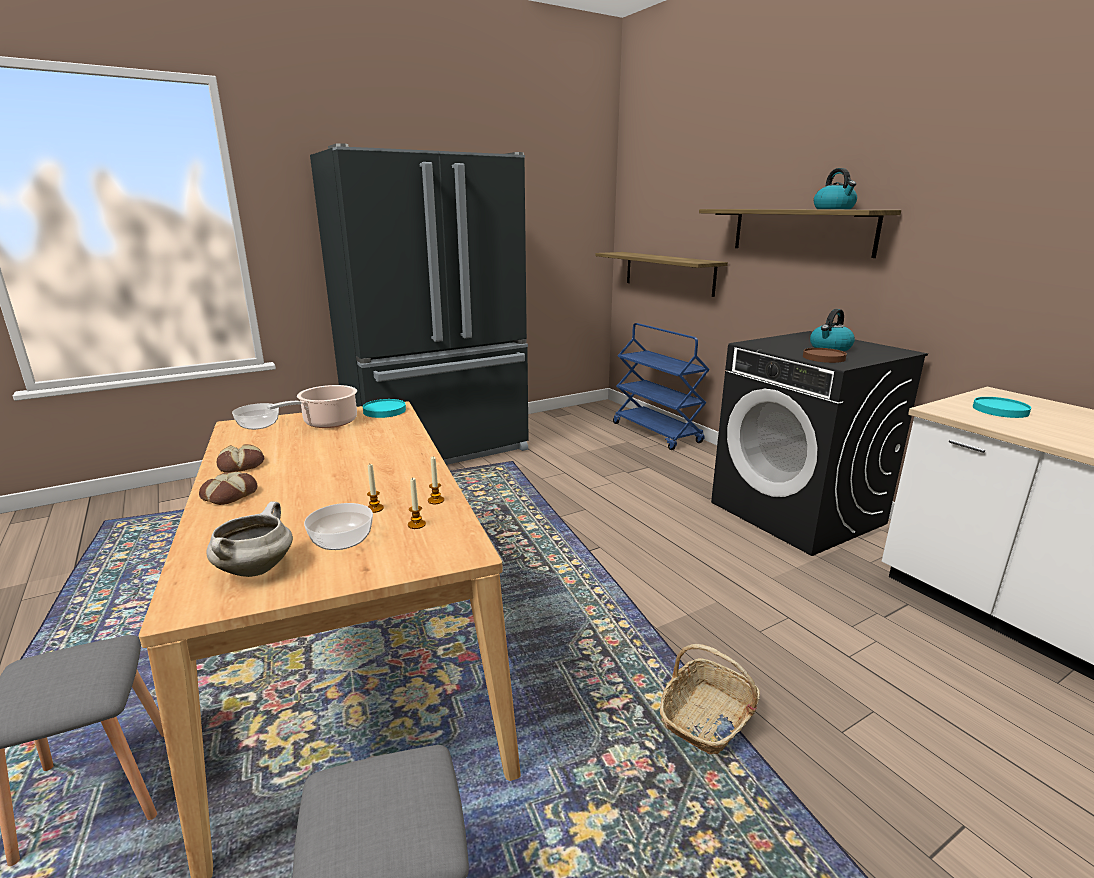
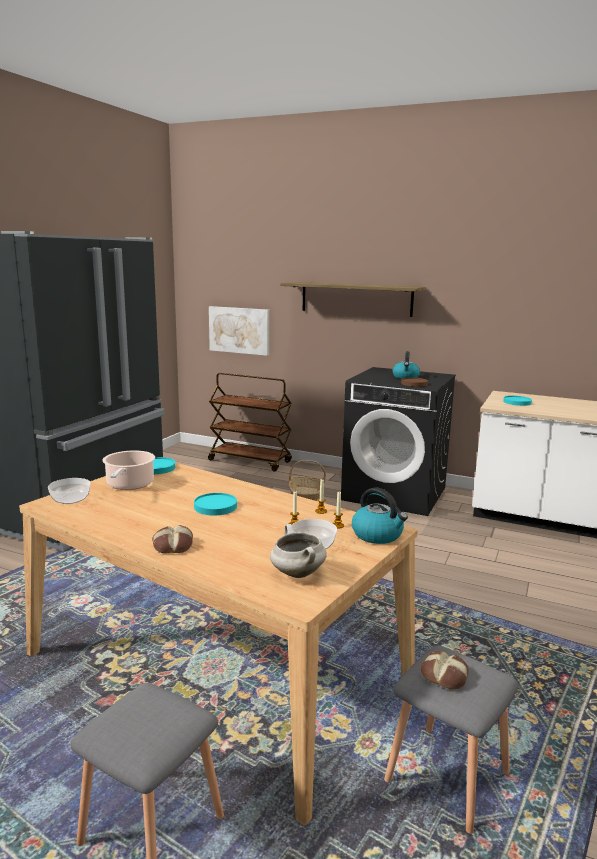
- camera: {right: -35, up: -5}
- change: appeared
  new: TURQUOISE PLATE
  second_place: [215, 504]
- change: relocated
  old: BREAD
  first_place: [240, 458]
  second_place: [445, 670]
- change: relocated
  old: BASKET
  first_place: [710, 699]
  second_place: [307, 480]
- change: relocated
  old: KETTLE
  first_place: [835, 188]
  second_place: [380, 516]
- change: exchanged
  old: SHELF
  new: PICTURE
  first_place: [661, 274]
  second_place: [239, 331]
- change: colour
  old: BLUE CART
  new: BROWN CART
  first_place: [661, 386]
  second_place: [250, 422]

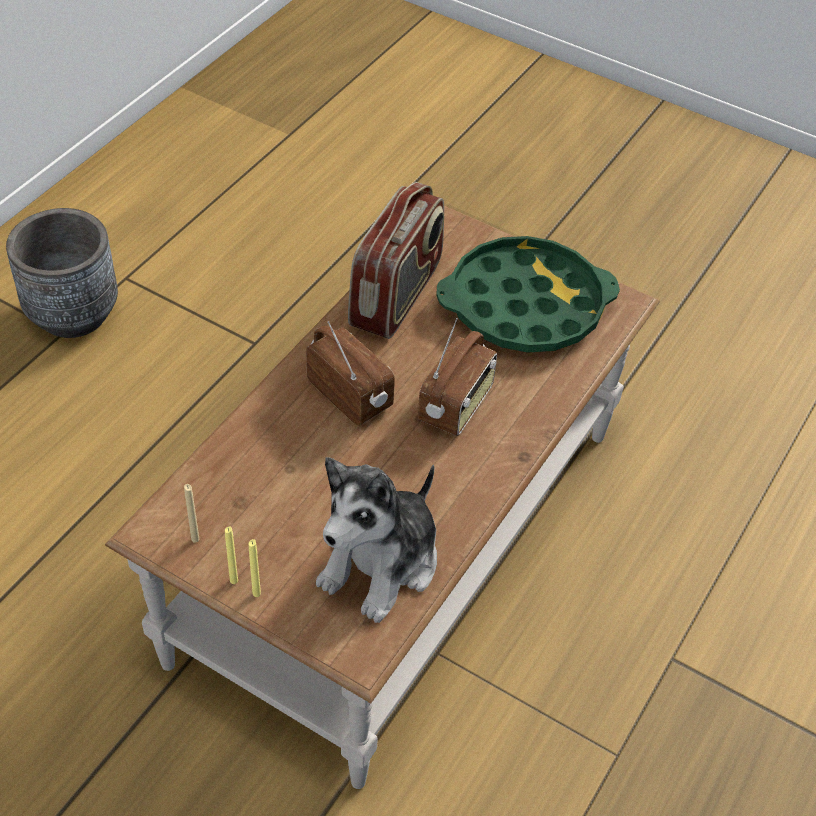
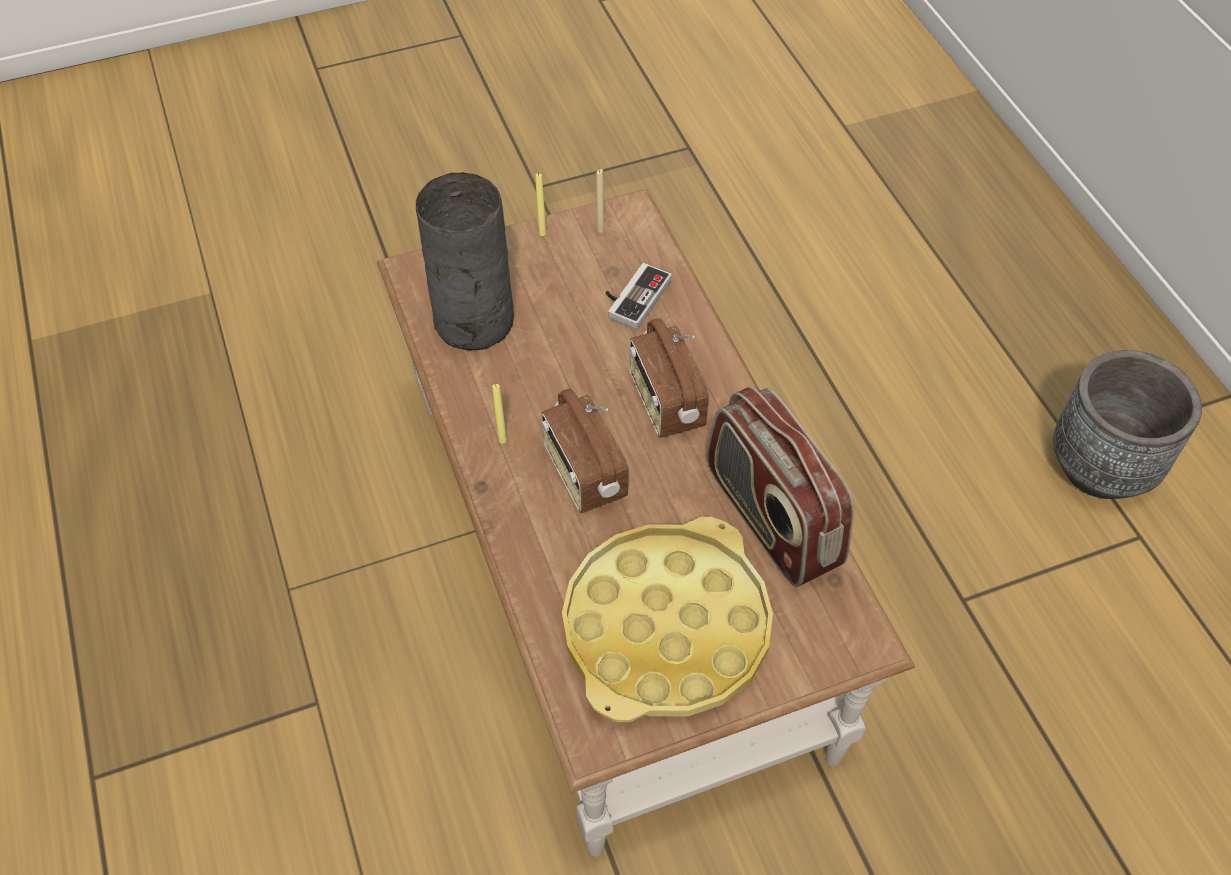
- camera: {right: 130, up: 5}
- change: appeared
  new: GAME CONTROLLER
  second_place: [639, 296]
- change: relocated
  old: YELLOW CANDLE
  first_place: [255, 568]
  second_place: [499, 414]
- change: exchanged
  old: PLUSH TOY
  new: GREY VASE
  first_place: [376, 540]
  second_place: [464, 261]
- change: colour
  old: GREEN TRAY
  new: YELLOW TRAY
  first_place: [528, 294]
  second_place: [667, 619]
- change: spun
  old: RADIO
  first_place: [350, 373]
  second_place: [669, 378]
  degrees: 75

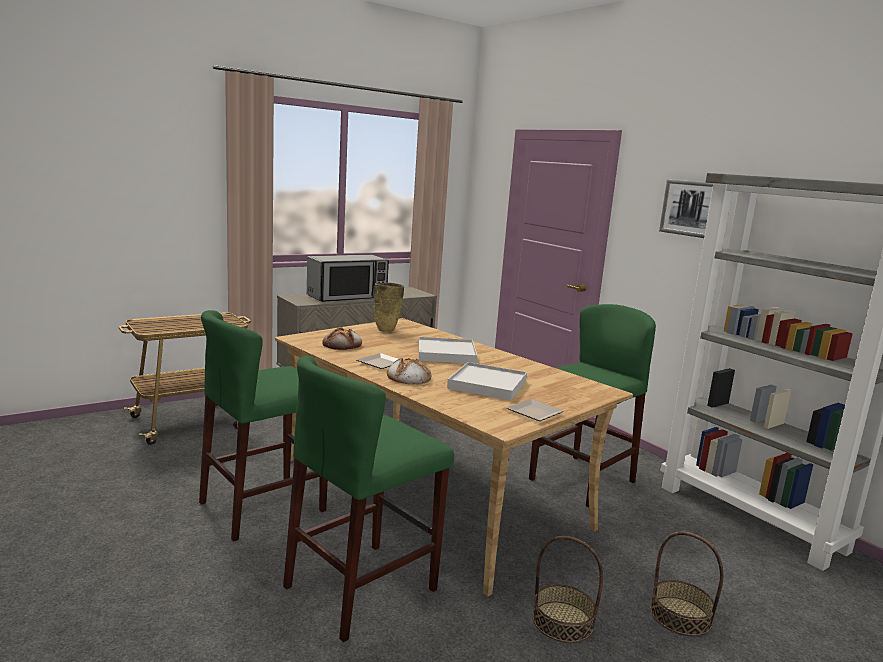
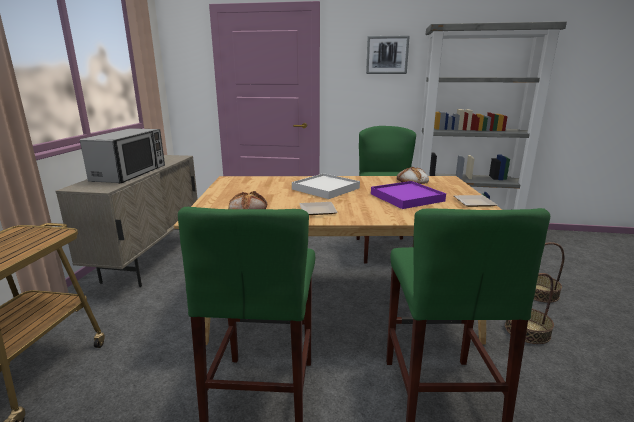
- camera: {right: -45, up: 5}
- change: missing
  old: BEIGE VASE
  first_place: [389, 307]
- change: relocated
  old: BREAD
  first_place: [409, 371]
  second_place: [413, 175]
- change: colour
  old: WHITE TRAY
  new: PURPLE TRAY
  first_place: [487, 381]
  second_place: [408, 195]

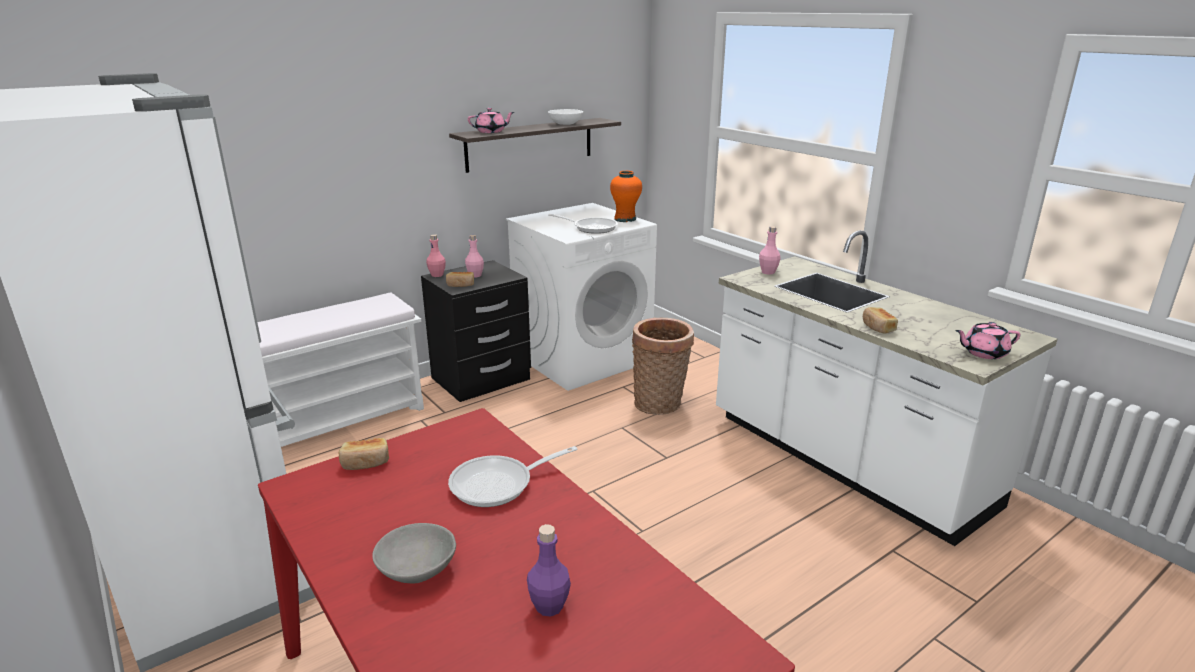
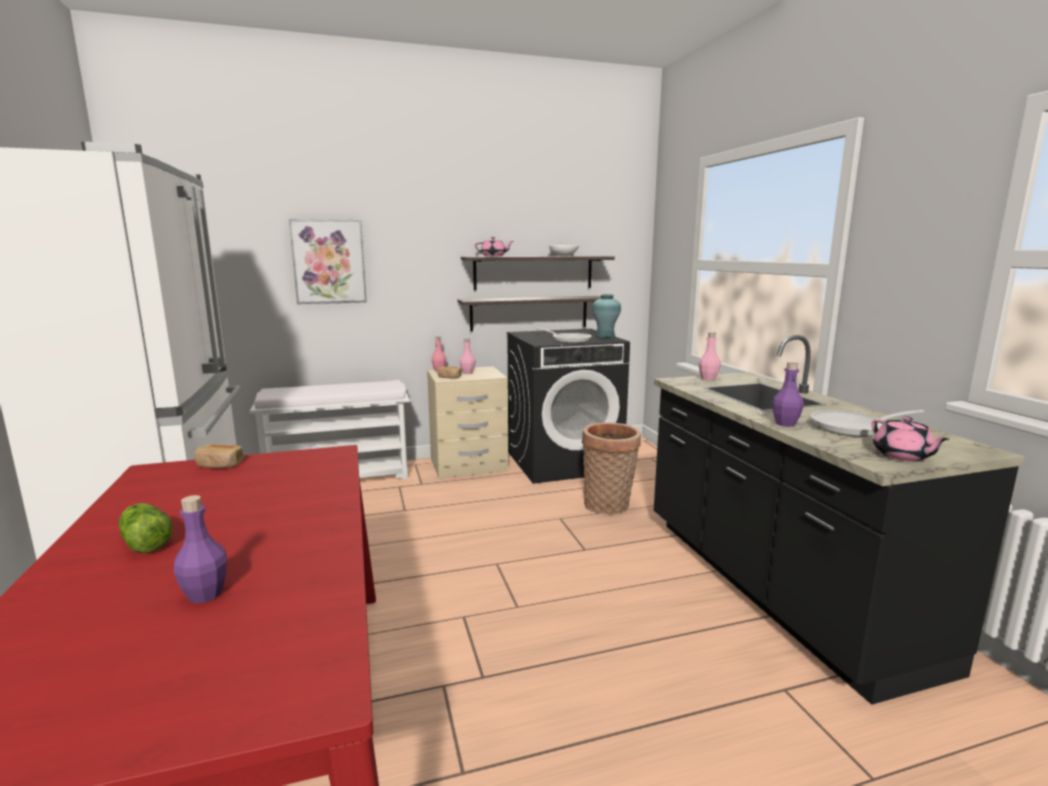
- camera: {right: 20, up: -10}
- change: appeared
  new: PICTURE
  second_place: [328, 261]
- change: appeared
  new: SHELF
  second_place: [529, 313]
- change: relocated
  old: FRYING PAN
  first_place: [513, 476]
  second_place: [867, 423]
- change: exchanged
  old: GREY BOWL
  new: LETTUCE
  first_place: [414, 553]
  second_place: [146, 528]
- change: exchanged
  old: BREAD
  new: PURPLE BOTTLE
  first_place: [880, 320]
  second_place: [788, 394]
- change: colour
  old: BLACK NIGHTSTAND
  new: BEIGE NIGHTSTAND
  first_place: [476, 331]
  second_place: [467, 422]
- change: colour
  old: WHITE WASHING MACHINE
  new: BLACK WASHING MACHINE
  first_place: [581, 297]
  second_place: [568, 406]
- change: colour
  old: ORANGE VASE
  new: TURQUOISE VASE
  first_place: [626, 196]
  second_place: [606, 316]
- change: colour
  old: WHITE COUNTER
  new: BLACK COUNTER
  first_place: [886, 388]
  second_place: [839, 520]
- change: spun
  old: PINK TEAPOT
  first_place: [988, 340]
  second_place: [911, 439]
  degrees: -120

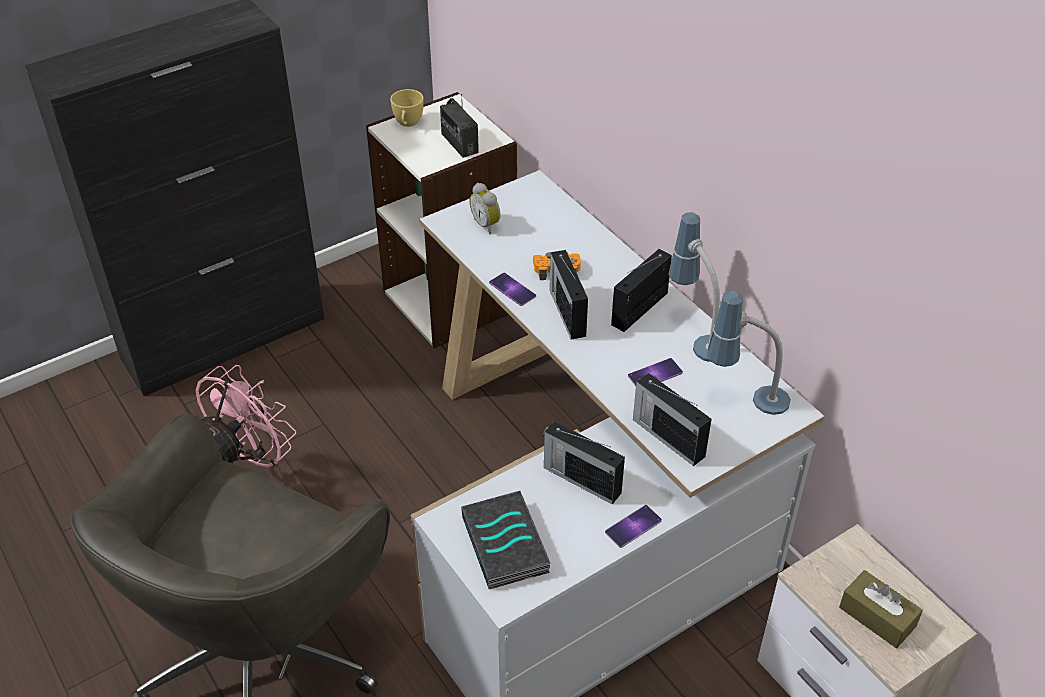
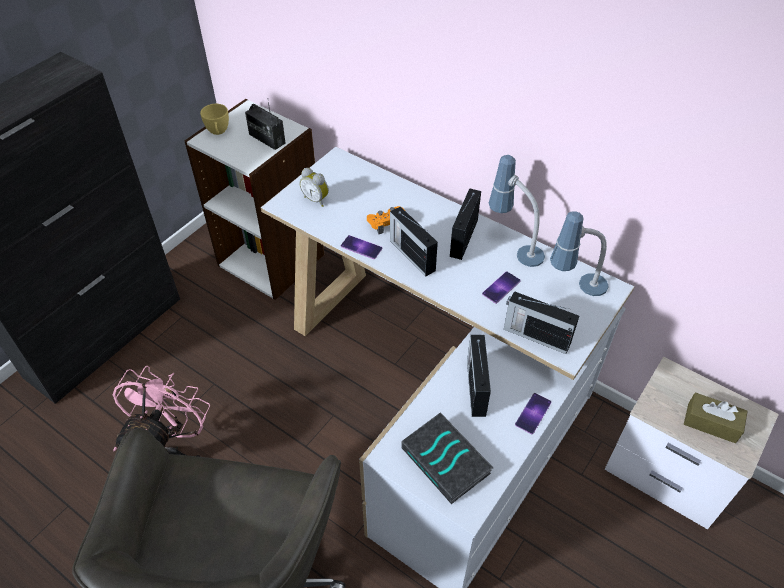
- camera: {right: -20, up: 5}
- change: spun
  old: RADIO
  first_place: [584, 463]
  second_place: [479, 376]
  degrees: 75

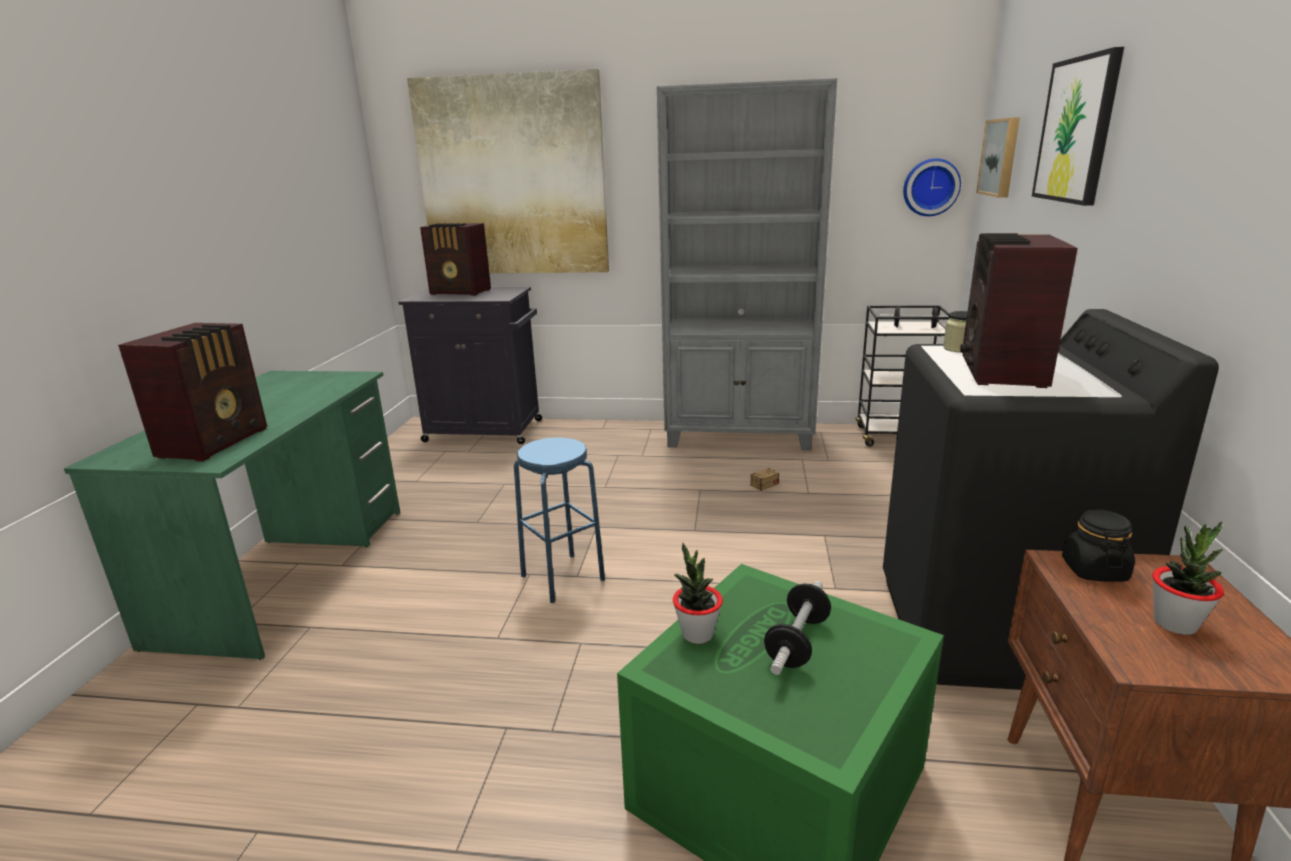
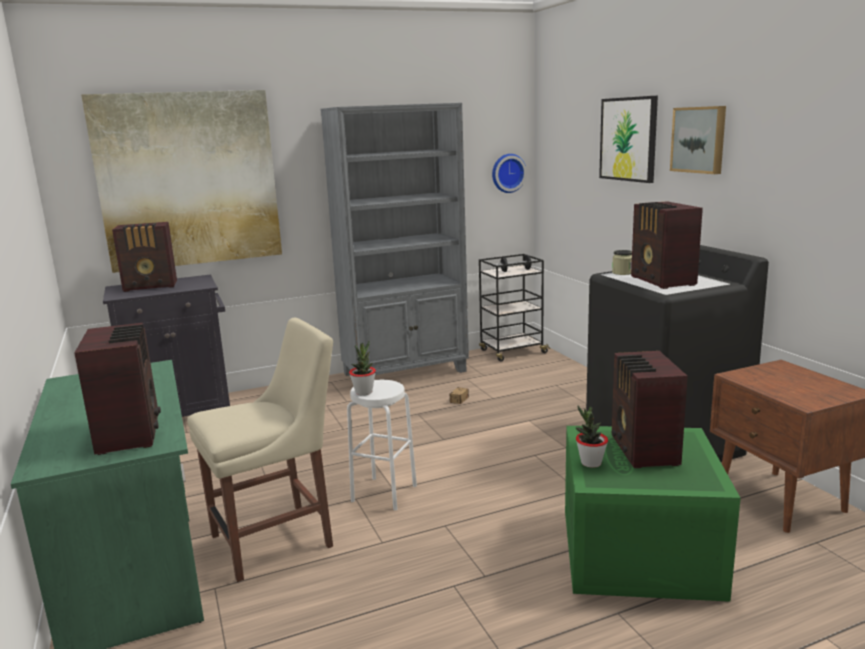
- camera: {right: -30, up: -5}
- change: missing
  old: BLACK JAR
  first_place: [1098, 546]
- change: appeared
  new: BEIGE CHAIR
  second_place: [260, 450]
- change: relocated
  old: PICTURE
  first_place: [998, 157]
  second_place: [698, 140]
- change: relocated
  old: POTTED PLANT
  first_place: [1188, 578]
  second_place: [362, 368]
- change: exchanged
  old: DUMBBELL
  new: RADIO
  first_place: [797, 628]
  second_place: [650, 409]
- change: colour
  old: BLUE STOOL
  new: WHITE STOOL
  first_place: [559, 520]
  second_place: [382, 445]

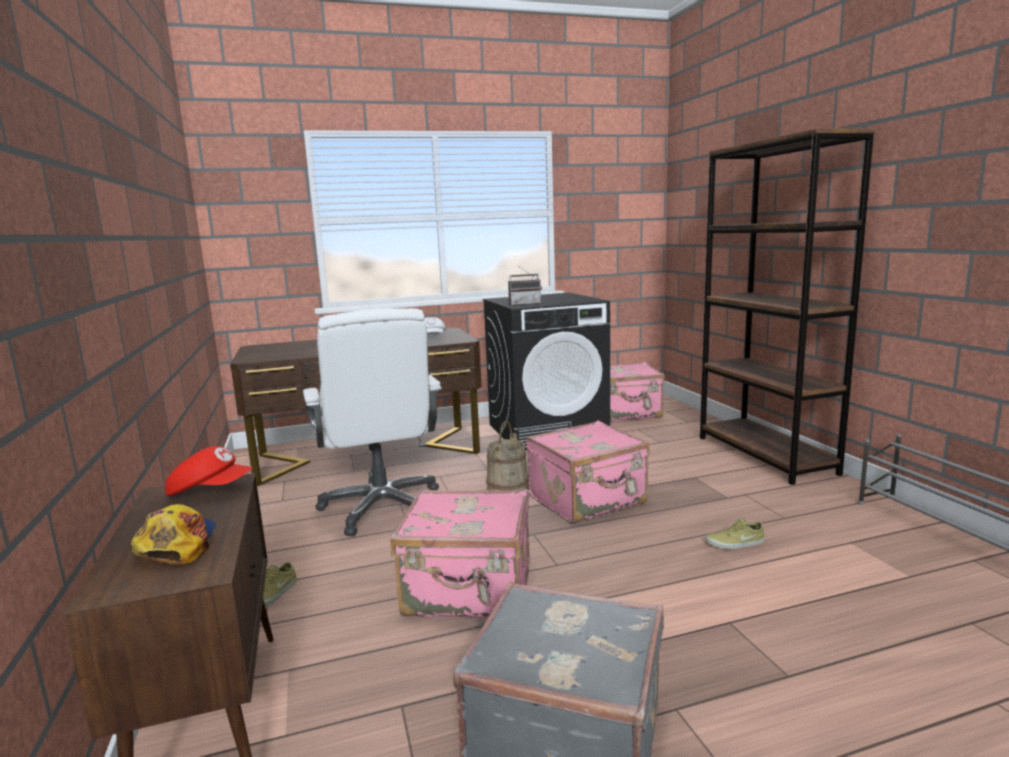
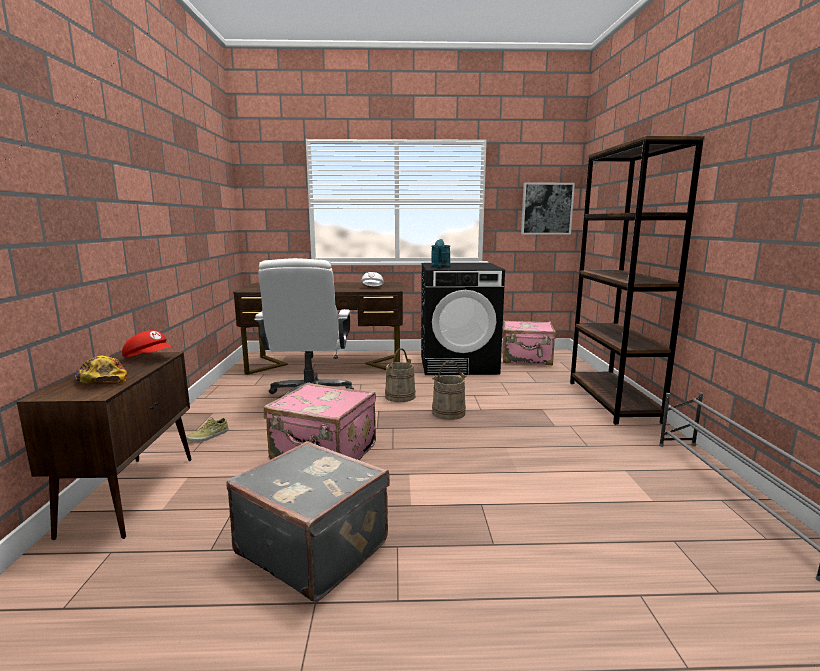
- camera: {right: 15, up: 0}
- change: missing
  old: BEIGE SHOE
  first_place: [734, 533]
- change: appeared
  new: PICTURE
  second_place: [548, 208]
- change: exchanged
  old: RADIO
  new: TURQUOISE WATERING CAN
  first_place: [525, 286]
  second_place: [441, 253]
- change: exchanged
  old: PINK SUITCASE
  new: BEIGE BUCKET
  first_place: [588, 472]
  second_place: [449, 390]
- change: spun
  old: CAP
  first_place: [173, 534]
  second_place: [101, 370]
  degrees: -45

